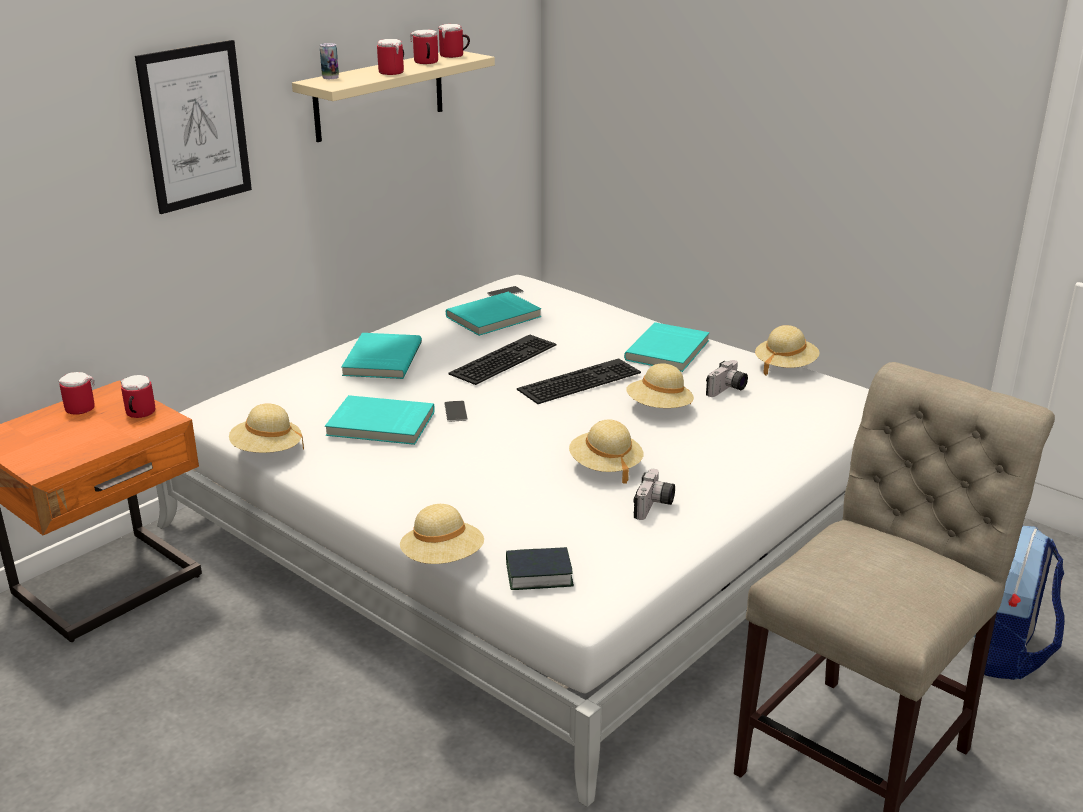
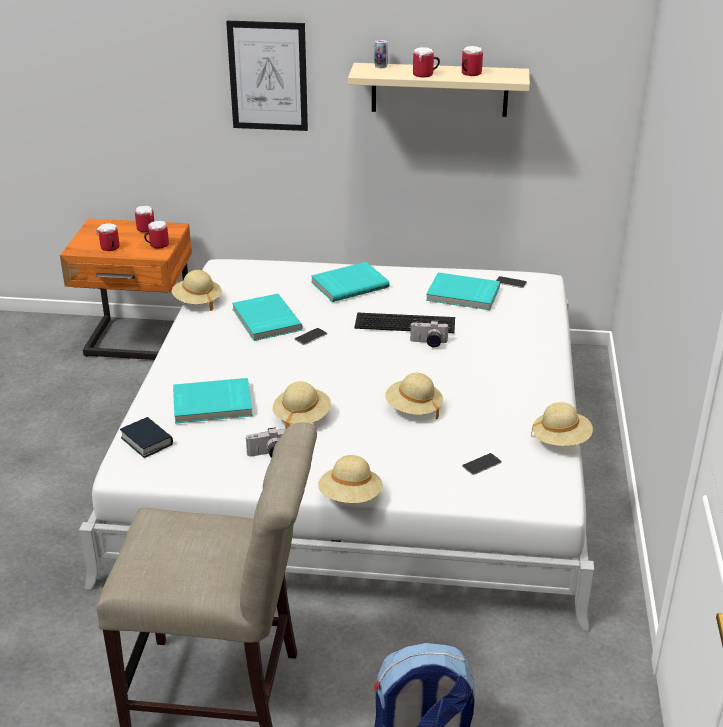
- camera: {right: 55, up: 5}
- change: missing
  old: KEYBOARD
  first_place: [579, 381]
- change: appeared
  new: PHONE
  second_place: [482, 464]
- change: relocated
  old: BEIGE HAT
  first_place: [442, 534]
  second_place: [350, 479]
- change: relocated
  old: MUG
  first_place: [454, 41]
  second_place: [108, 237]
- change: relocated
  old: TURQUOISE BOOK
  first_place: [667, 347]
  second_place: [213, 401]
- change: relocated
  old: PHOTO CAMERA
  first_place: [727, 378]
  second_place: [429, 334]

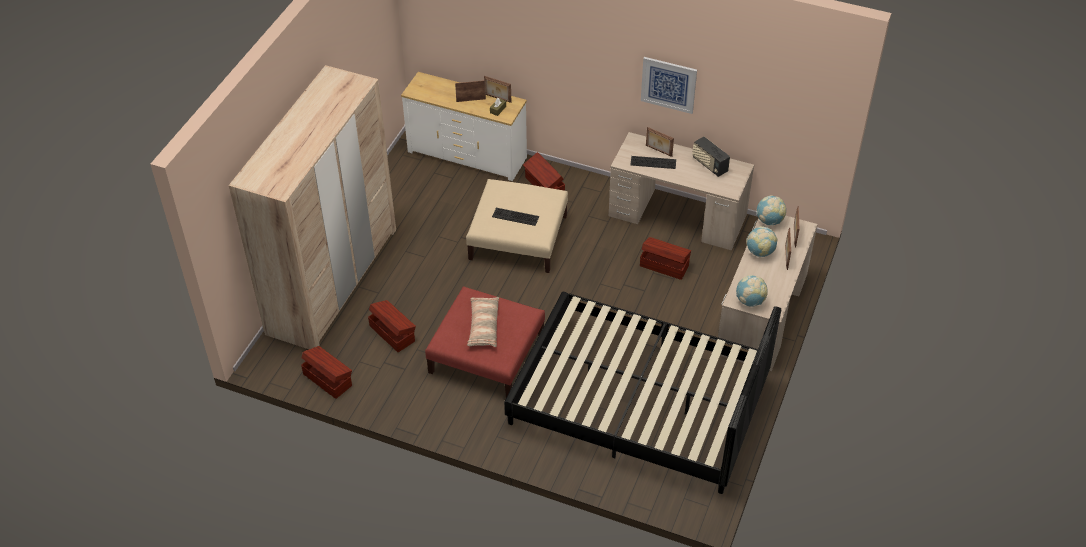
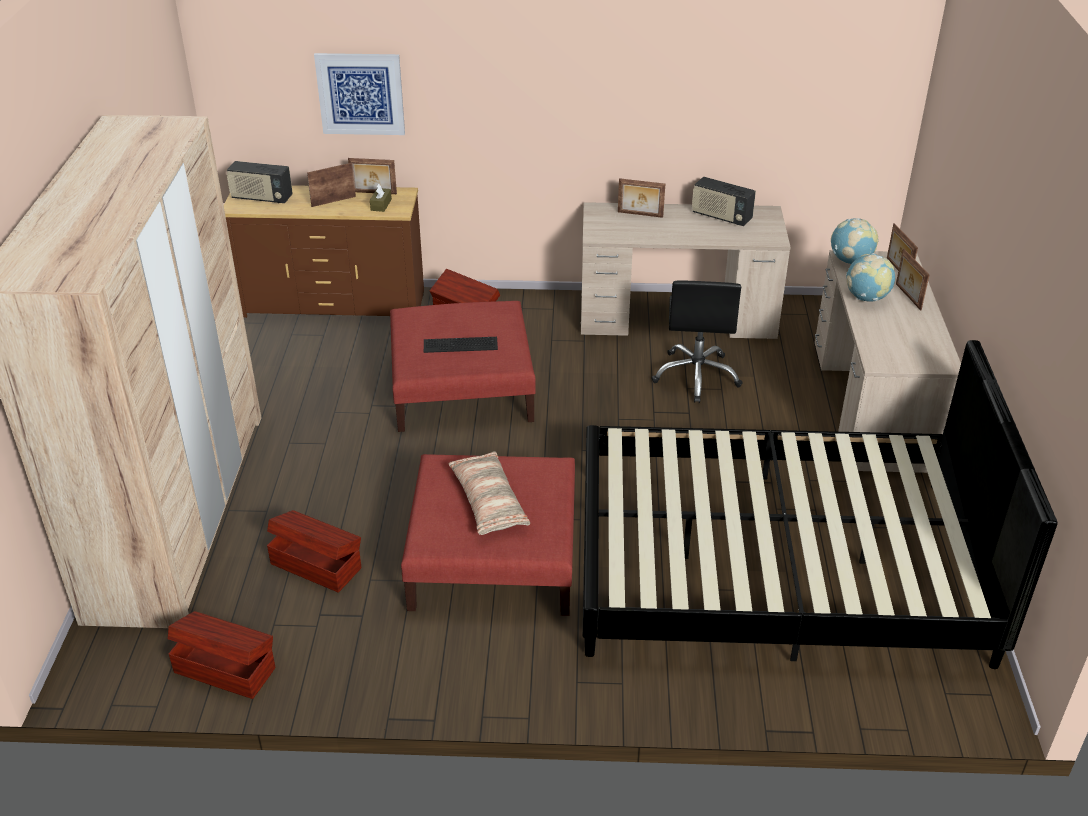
- camera: {right: -20, up: -10}
- change: missing
  old: KEYBOARD
  first_place: [653, 162]
- change: missing
  old: GLOBE
  first_place: [752, 290]
- change: appeared
  new: RADIO
  second_place: [260, 182]
- change: relocated
  old: PICTURE
  first_place: [669, 85]
  second_place: [359, 94]
- change: exchanged
  old: BROWN STORAGE BOX
  new: BLACK OFFICE CHAIR
  first_place: [665, 258]
  second_place: [697, 342]
- change: colour
  old: WHITE DRESSER
  new: BROWN DRESSER
  first_place: [464, 126]
  second_place: [324, 251]
- change: colour
  old: BEIGE OTTOMAN
  new: RED OTTOMAN
  first_place: [517, 226]
  second_place: [463, 366]

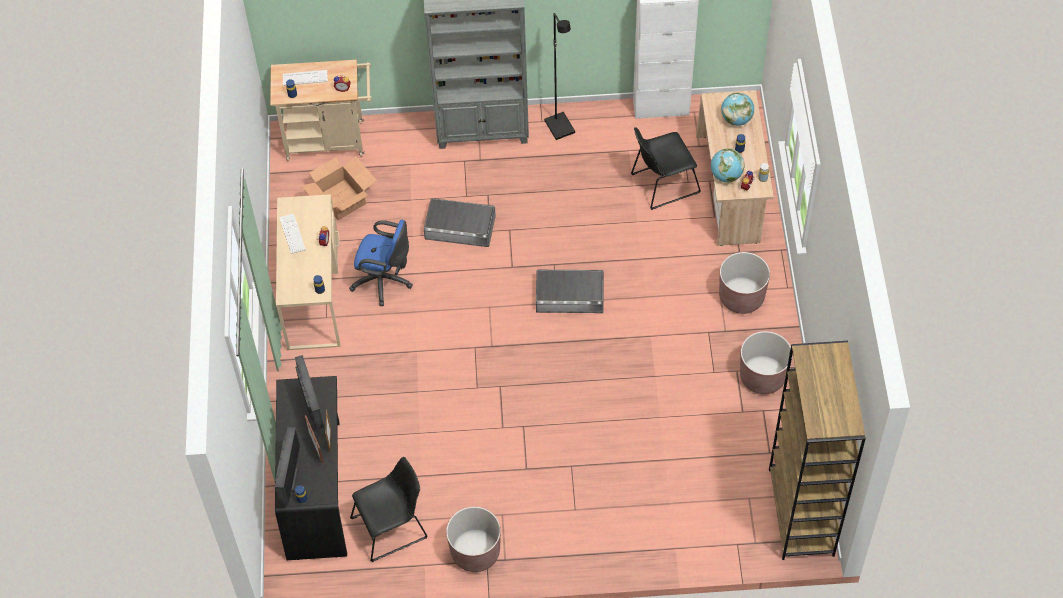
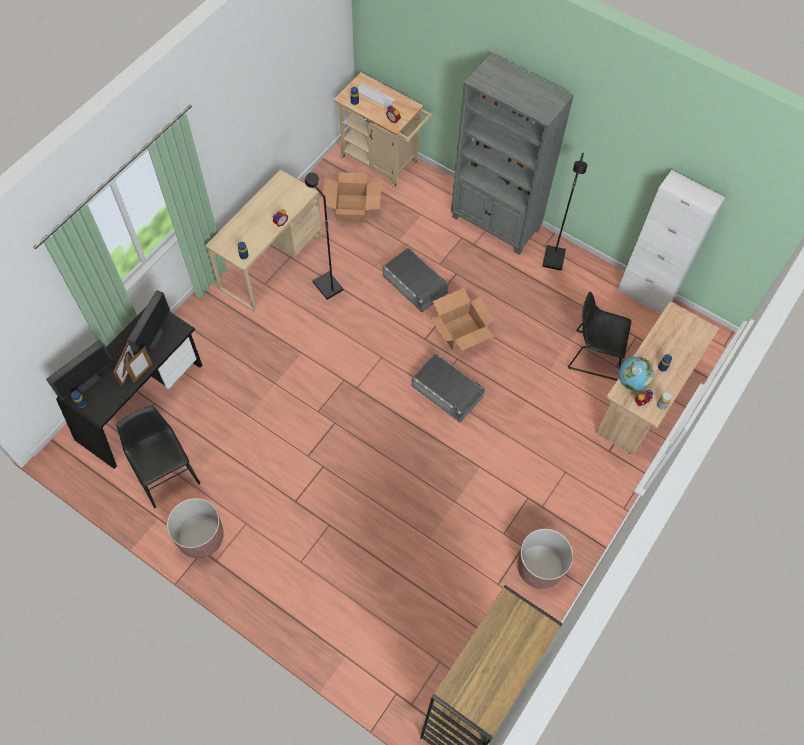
- camera: {right: 35, up: 5}
- change: missing
  old: KEYBOARD
  first_place: [292, 234]
- change: missing
  old: BROWN PLANTER
  first_place: [744, 283]
- change: missing
  old: GLOBE
  first_place: [737, 109]
- change: appeared
  new: CARDBOARD BOX
  second_place: [463, 319]
- change: exchanged
  old: BLUE OFFICE CHAIR
  new: BLACK FLOOR LAMP
  first_place: [381, 263]
  second_place: [324, 236]
- change: spun
  old: BLACK CHAIR
  first_place: [389, 509]
  second_place: [158, 456]
  degrees: -135

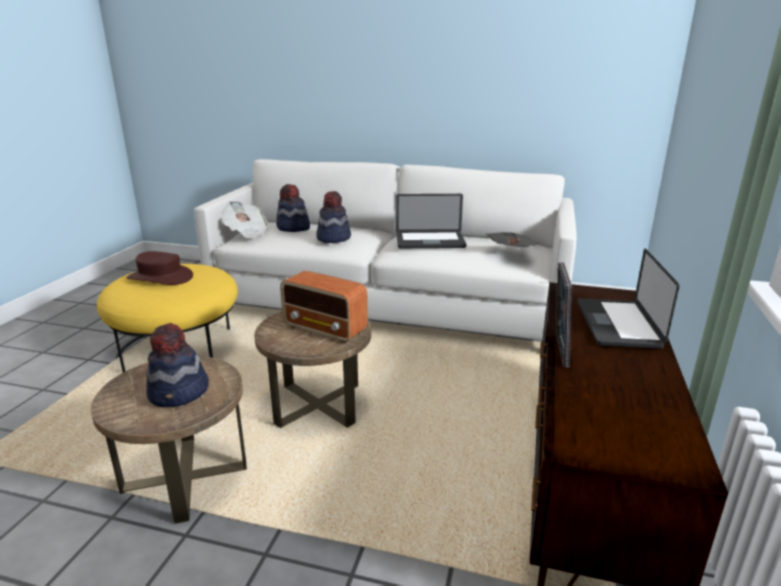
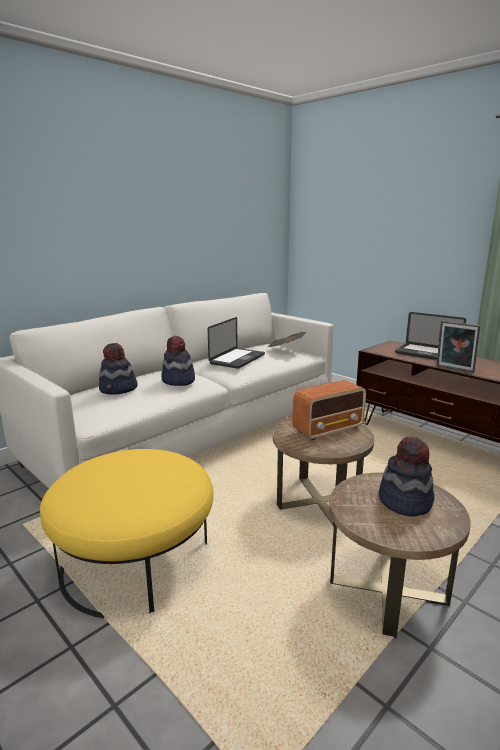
- camera: {right: -60, up: -5}
- change: missing
  old: BROWN HAT
  first_place: [159, 268]
- change: missing
  old: NEWSPAPER
  first_place: [245, 220]

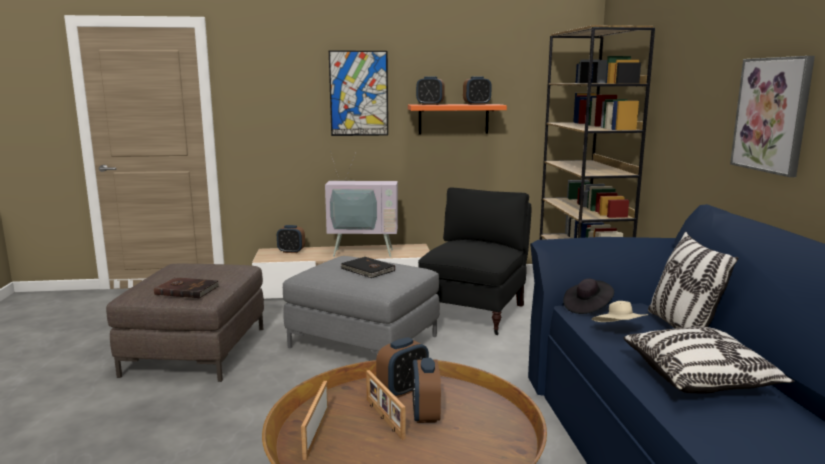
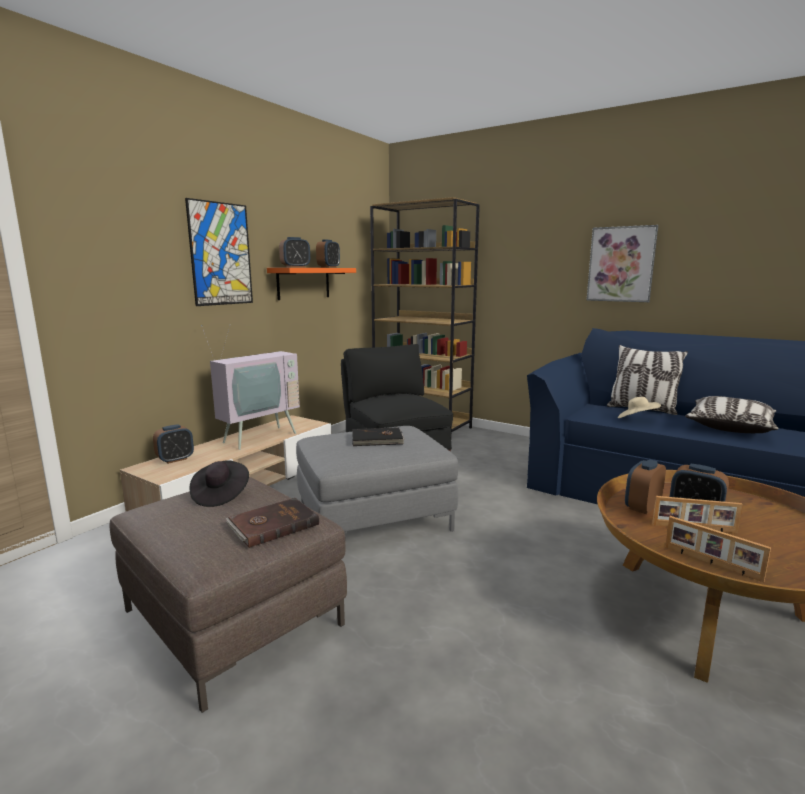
- camera: {right: -50, up: 0}
- change: relocated
  old: BLACK HAT
  first_place: [588, 296]
  second_place: [219, 483]
- change: spun
  old: ALARM CLOCK
  first_place: [402, 367]
  second_place: [645, 487]
  degrees: -135

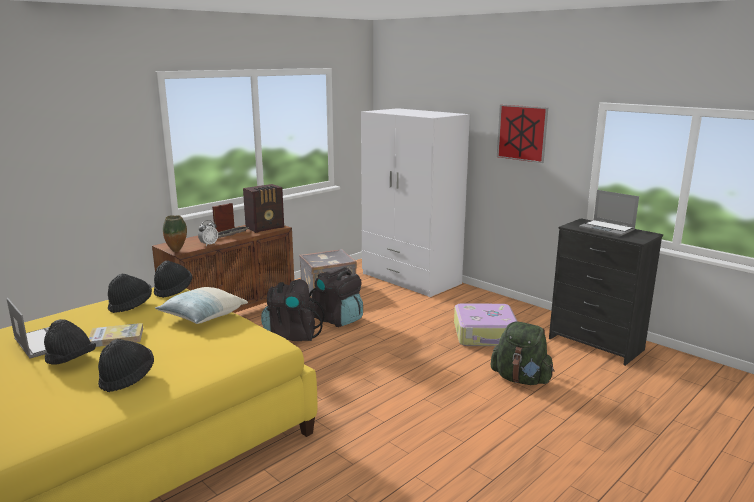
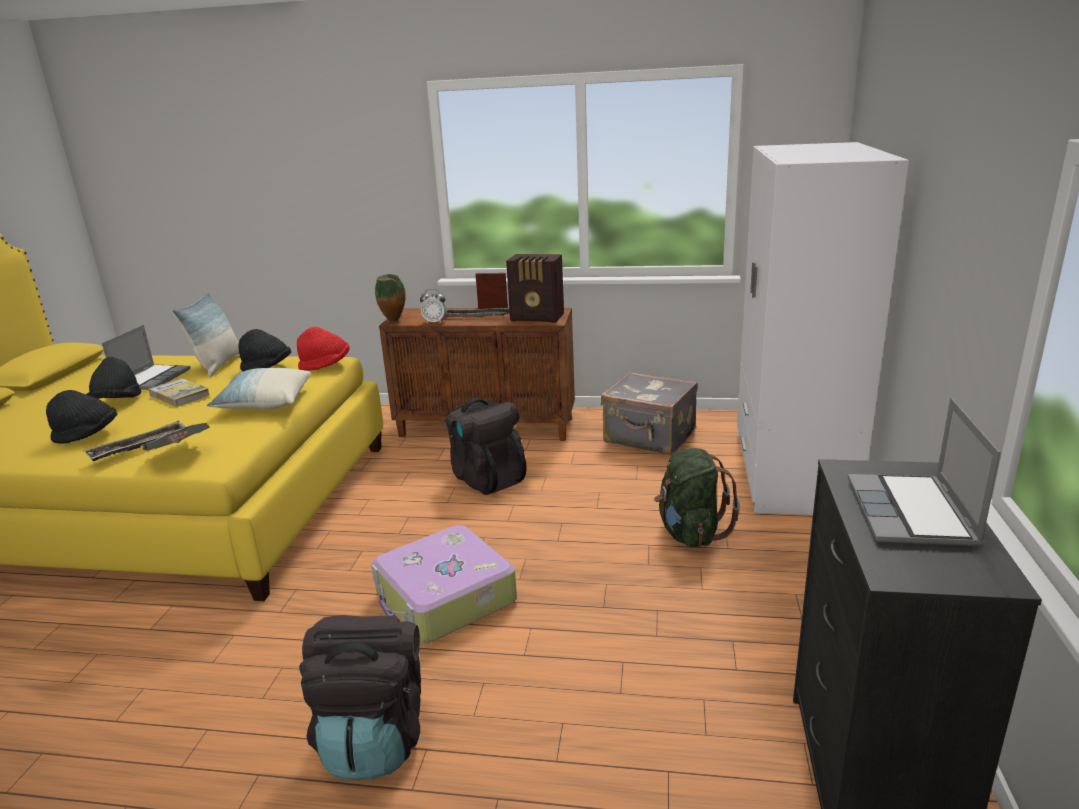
- camera: {right: 55, up: 5}
- change: missing
  old: PICTURE
  first_place: [522, 134]
- change: appeared
  new: TRAY
  second_place: [135, 441]
- change: appeared
  new: NEWSPAPER
  second_place: [176, 437]
- change: appeared
  new: PILLOW
  second_place: [205, 334]
- change: relocated
  old: BLACK BACKPACK
  first_place: [336, 297]
  second_place: [360, 697]
- change: relocated
  old: SUITCASE
  first_place: [485, 324]
  second_place: [444, 584]
- change: relocated
  old: GREEN BACKPACK
  first_place: [523, 353]
  second_place: [697, 498]
- change: colour
  old: BLACK HAT
  new: RED HAT
  first_place: [173, 279]
  second_place: [323, 349]

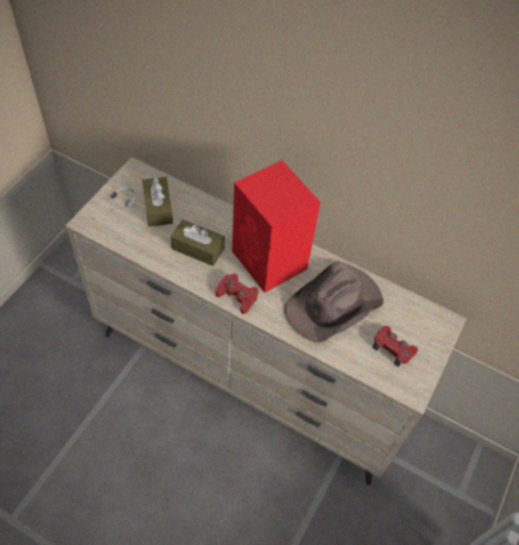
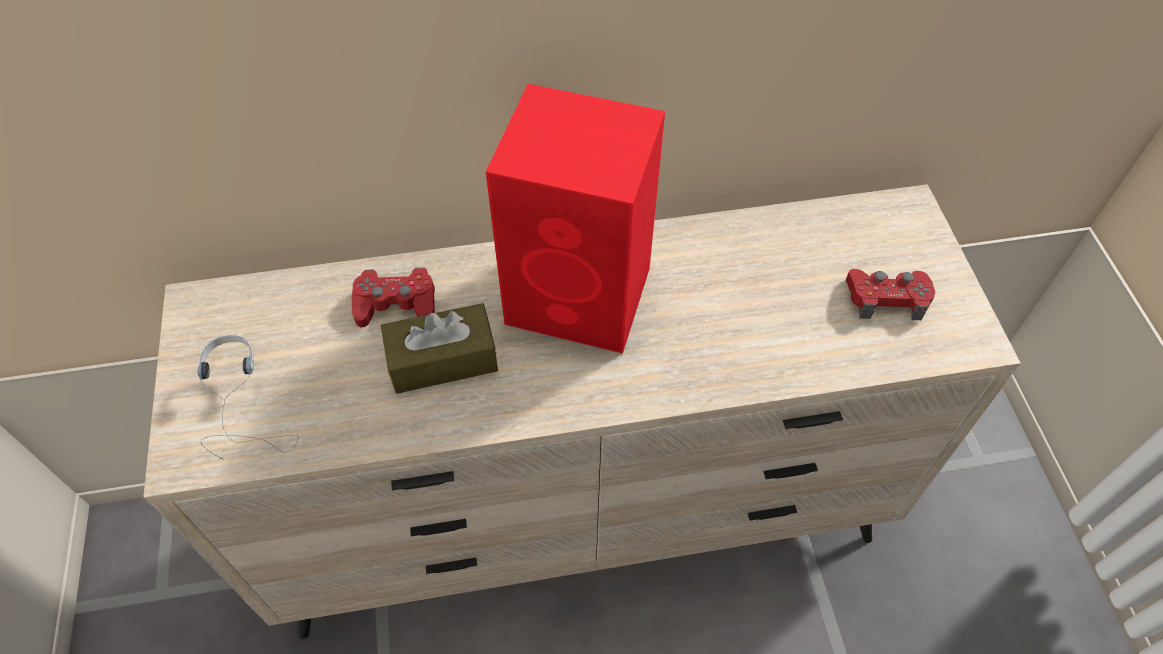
- camera: {right: -35, up: 0}
- change: missing
  old: BROWN TISSUE BOX
  first_place: [157, 201]
- change: missing
  old: BROWN HAT
  first_place: [334, 302]
- change: relocated
  old: RED GAME CONTROLLER
  first_place: [236, 293]
  second_place: [393, 297]

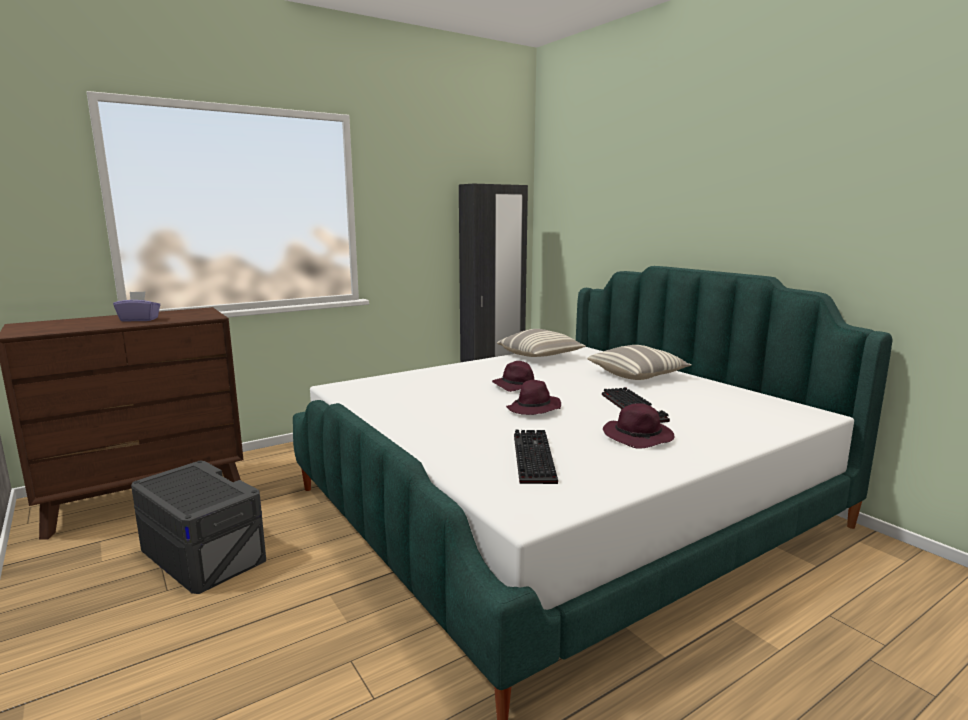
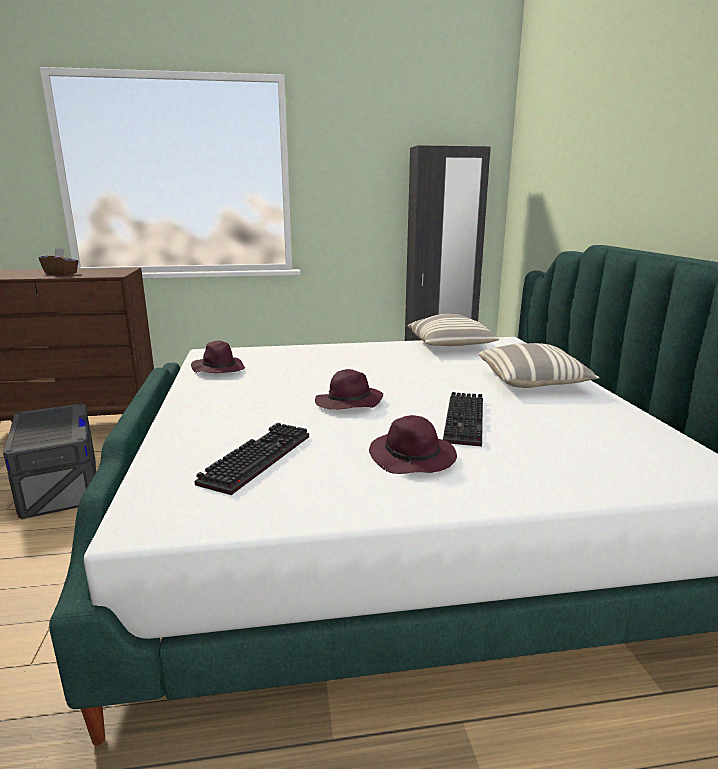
- camera: {right: 25, up: 5}
- change: relocated
  old: PURPLE HAT
  first_place: [513, 376]
  second_place: [218, 357]
- change: colour
  old: PURPLE TISSUE BOX
  new: BROWN TISSUE BOX
  first_place: [136, 306]
  second_place: [59, 261]

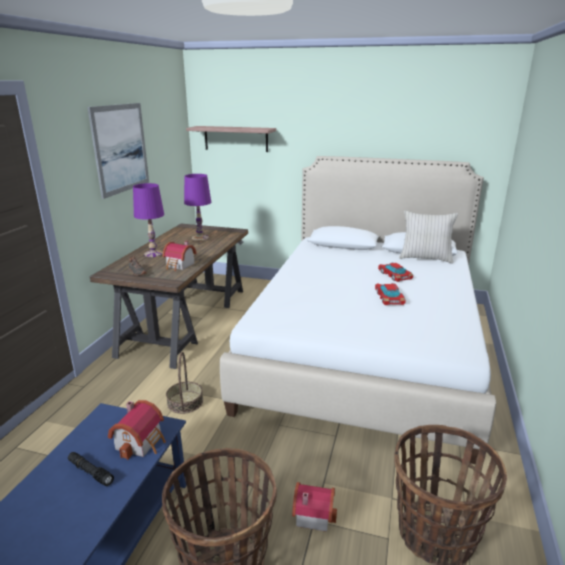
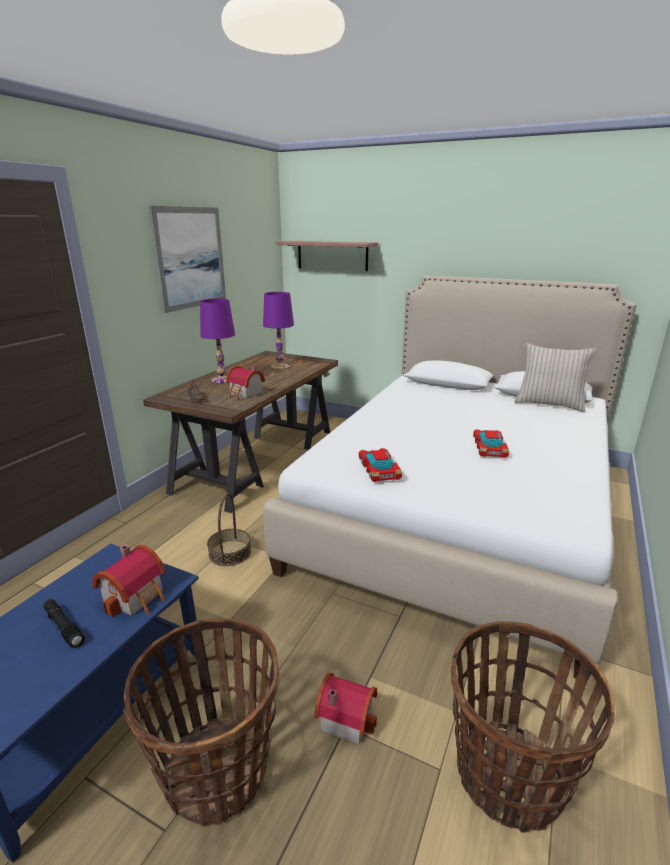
- camera: {right: 10, up: 0}
- change: relocated
  old: TOY CAR
  first_place: [395, 272]
  second_place: [380, 465]

